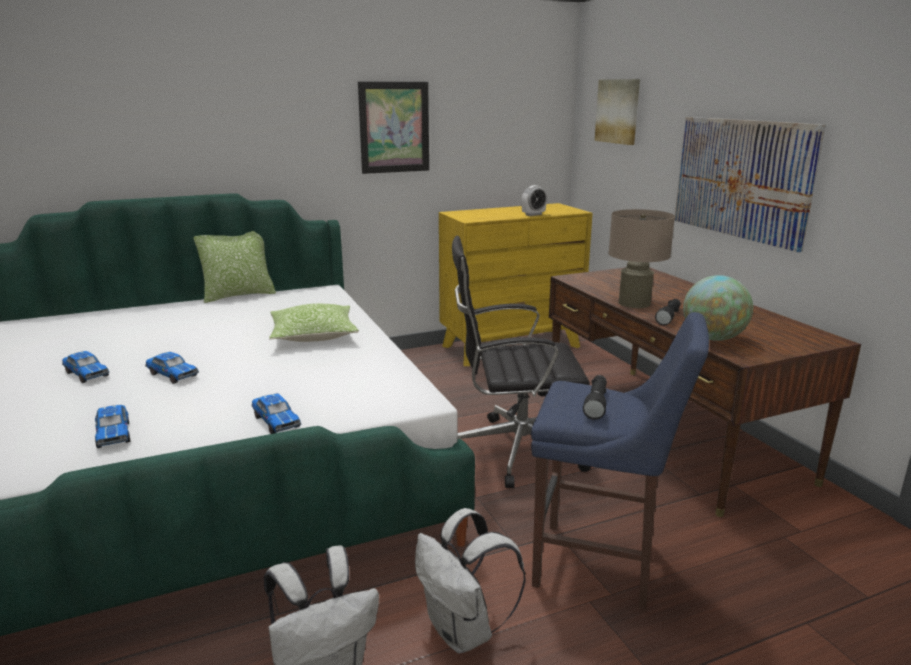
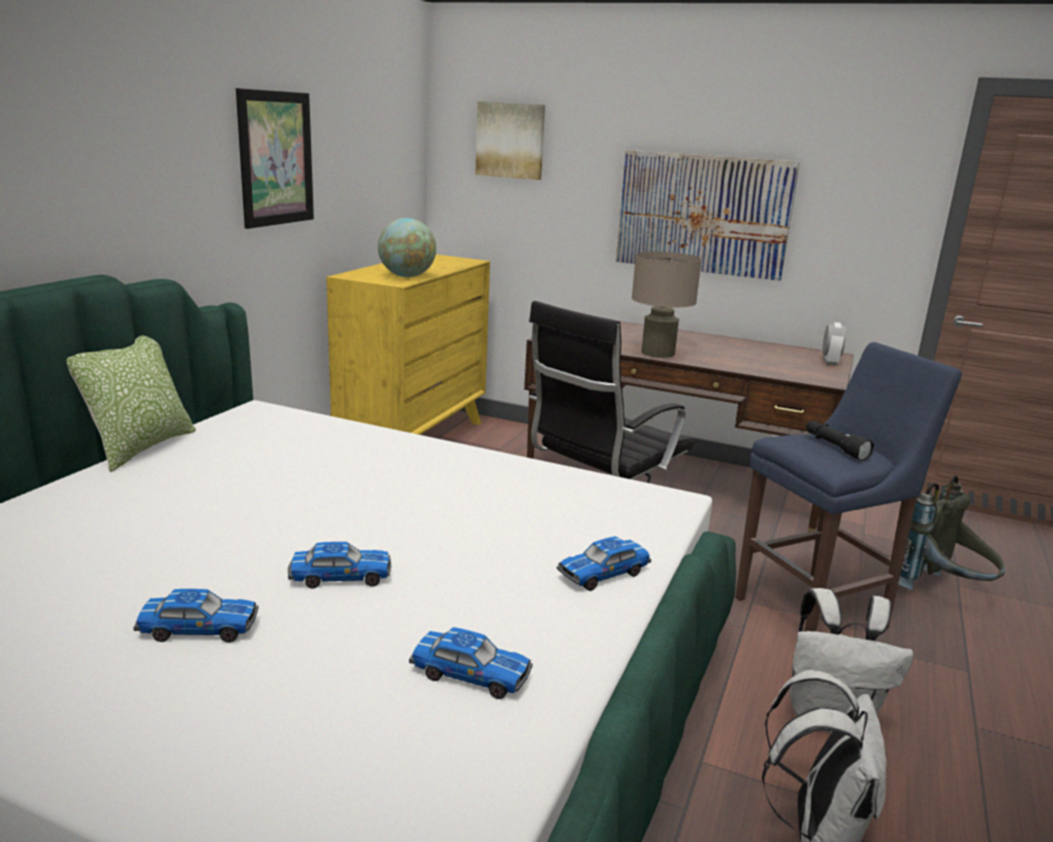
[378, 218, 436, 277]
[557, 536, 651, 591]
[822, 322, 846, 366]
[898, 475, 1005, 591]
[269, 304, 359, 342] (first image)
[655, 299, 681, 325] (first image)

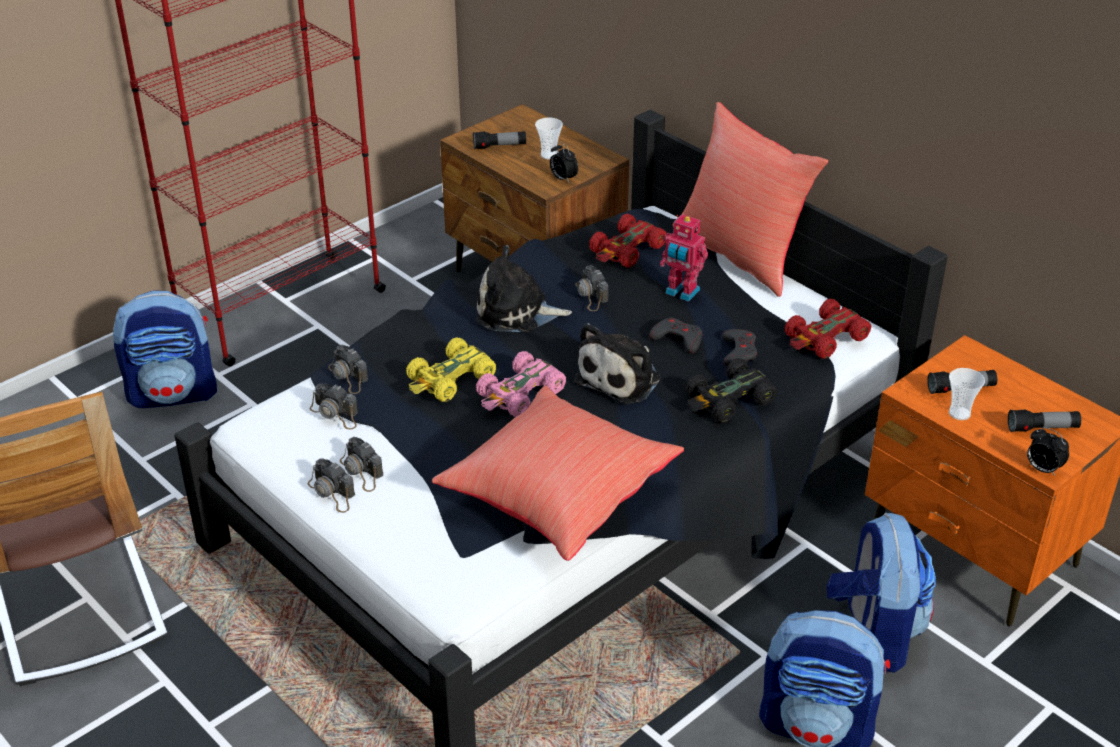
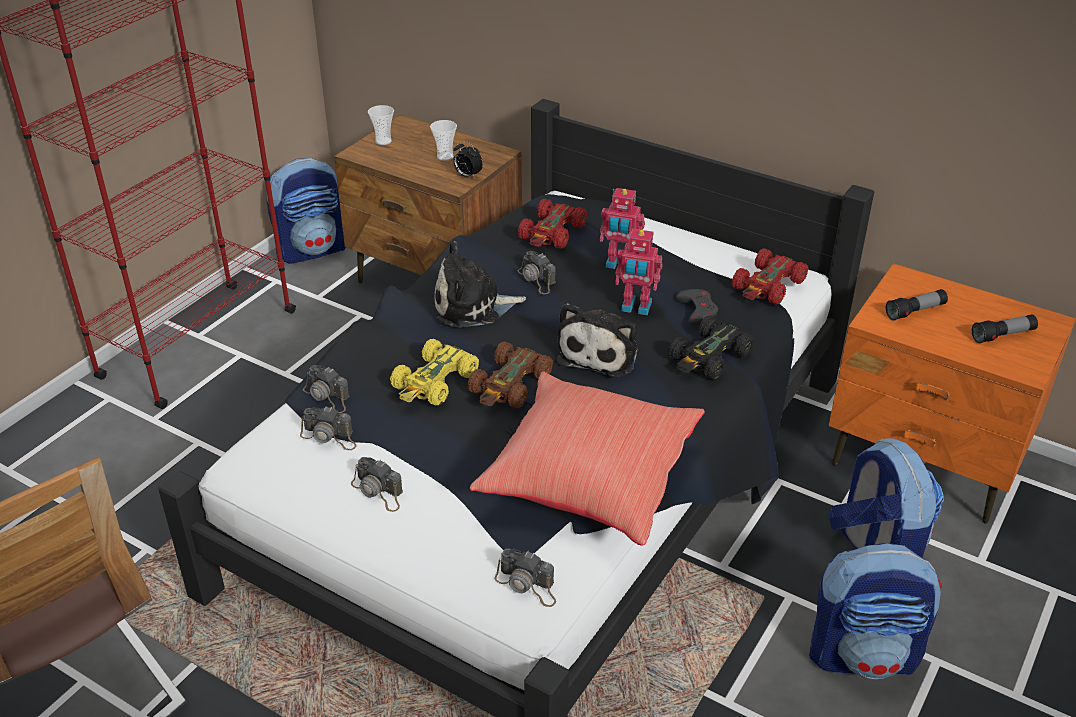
[267, 158, 346, 263]
[368, 105, 394, 145]
[467, 342, 553, 408]
[494, 548, 556, 607]
[615, 229, 663, 315]
[473, 131, 526, 150] (first image)
[673, 102, 828, 297] (first image)
[1027, 427, 1069, 476] (first image)

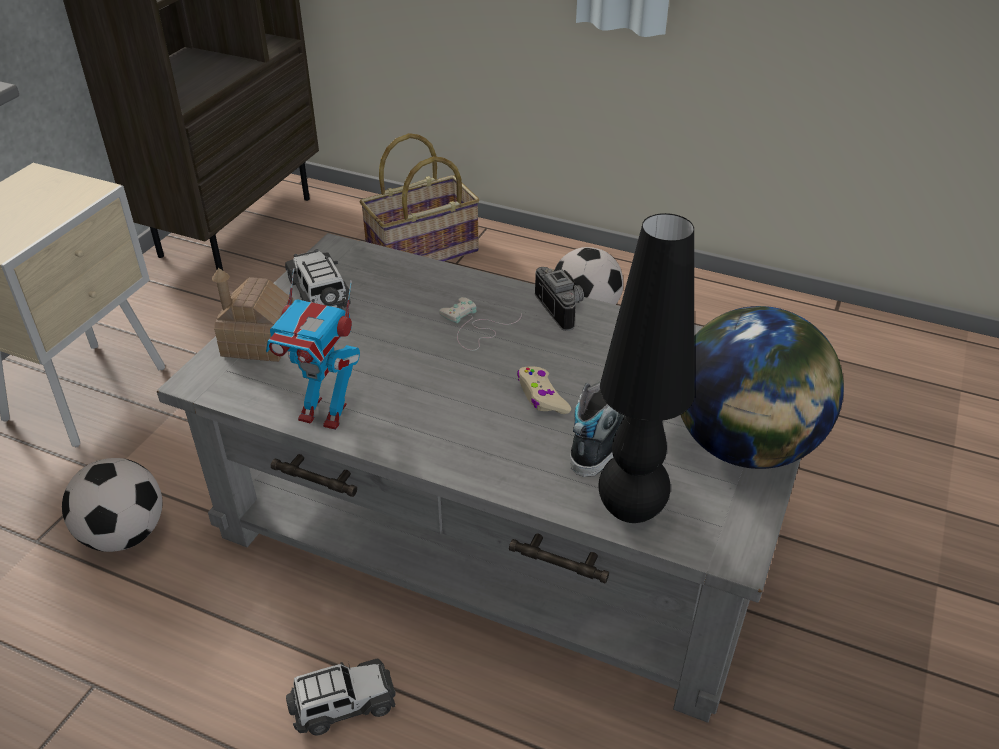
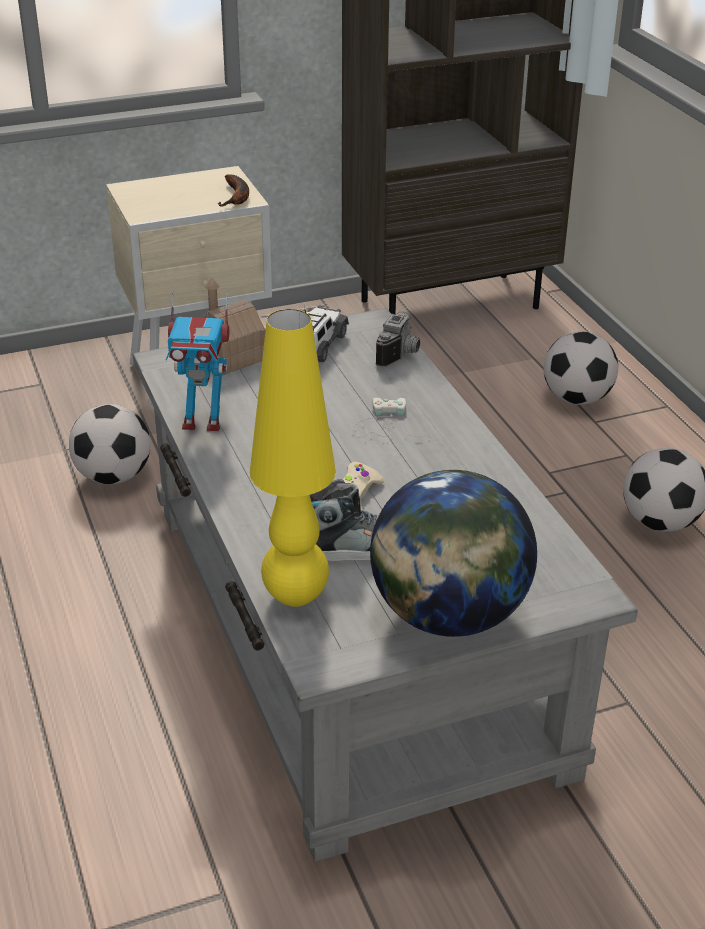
[166, 290, 230, 431]
[218, 174, 249, 207]
[249, 309, 336, 607]
[376, 312, 420, 367]
[544, 331, 618, 405]
[286, 659, 396, 735] (first image)

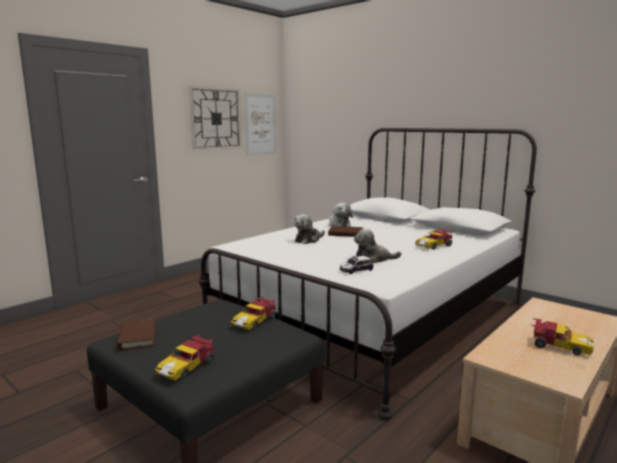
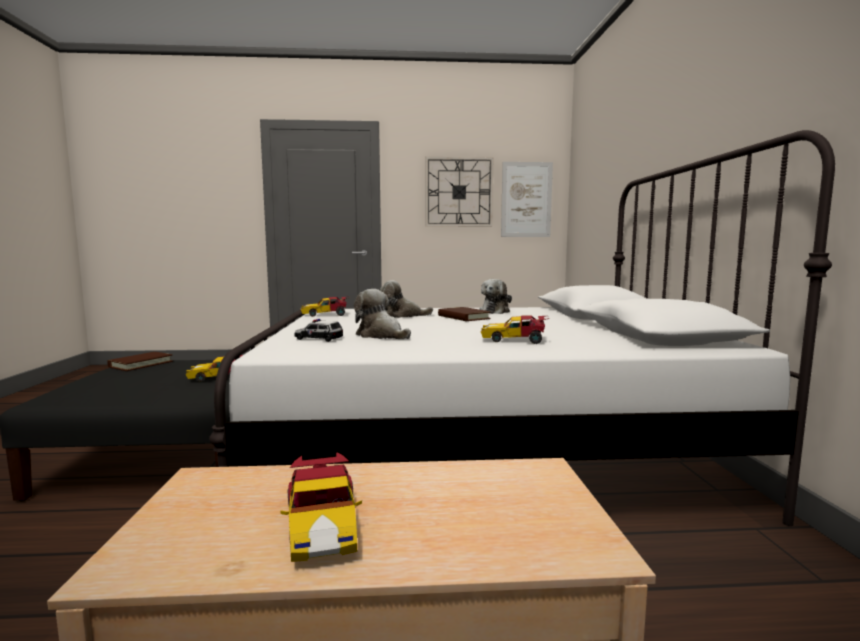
[300, 296, 349, 317]

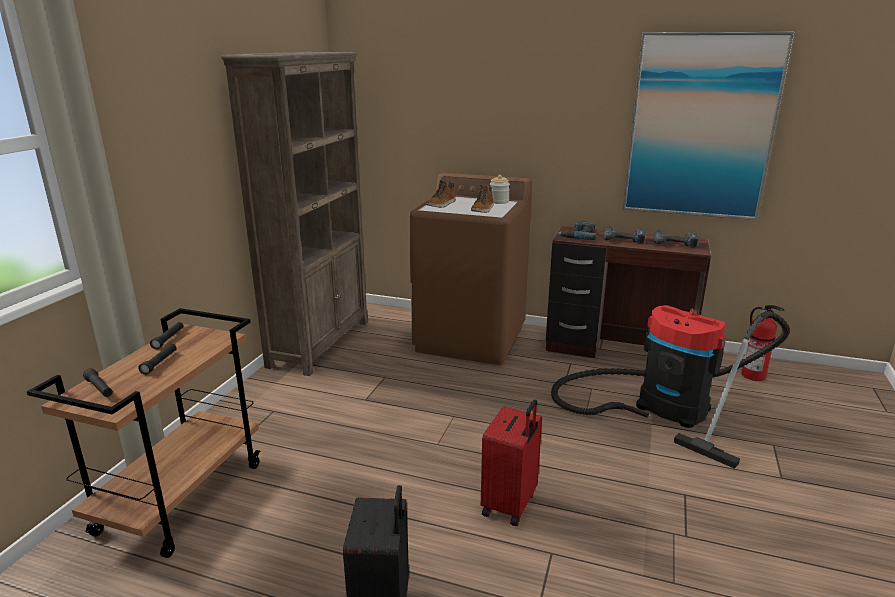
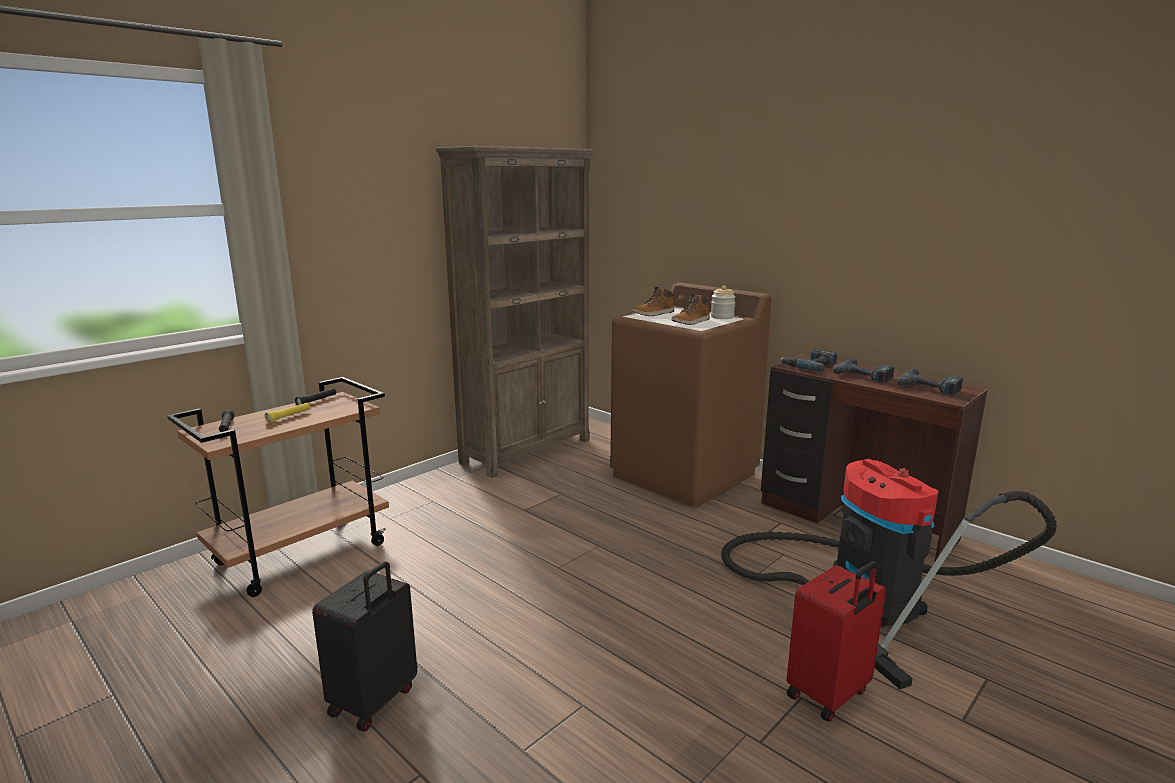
[264, 403, 310, 423]
[786, 561, 886, 722]
[623, 32, 794, 220] (first image)
[741, 305, 784, 381] (first image)

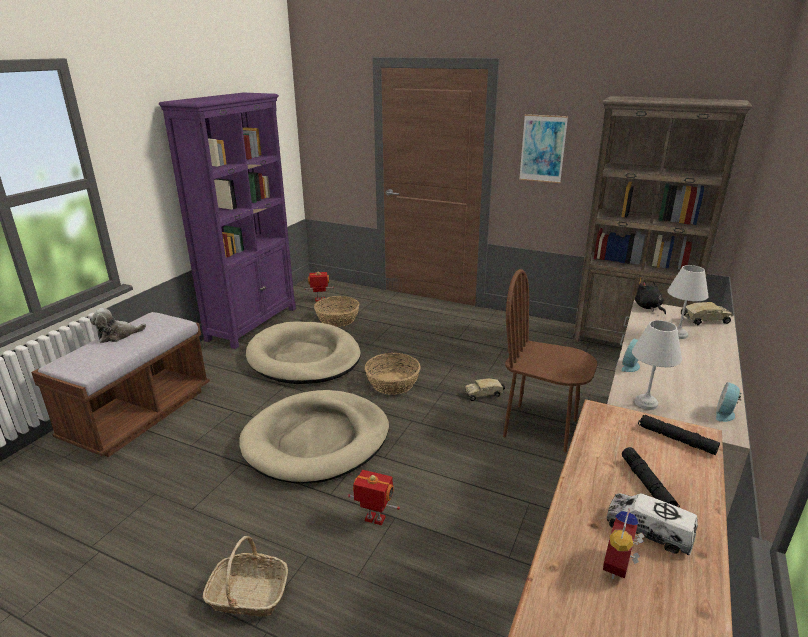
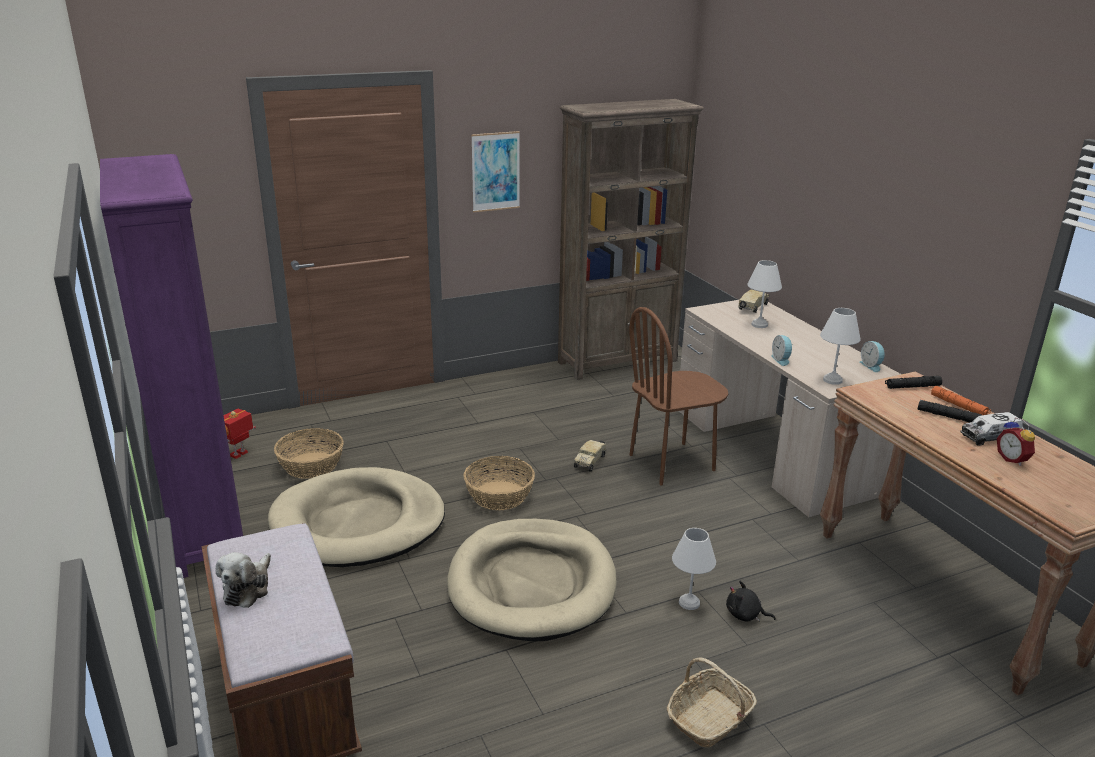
[672, 528, 716, 610]
[726, 581, 776, 622]
[931, 386, 991, 415]

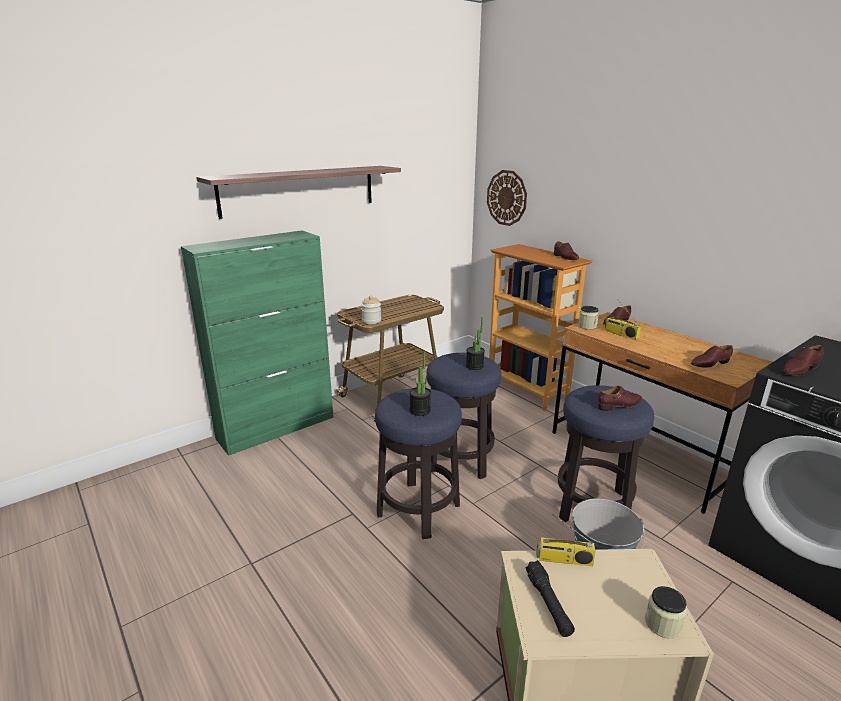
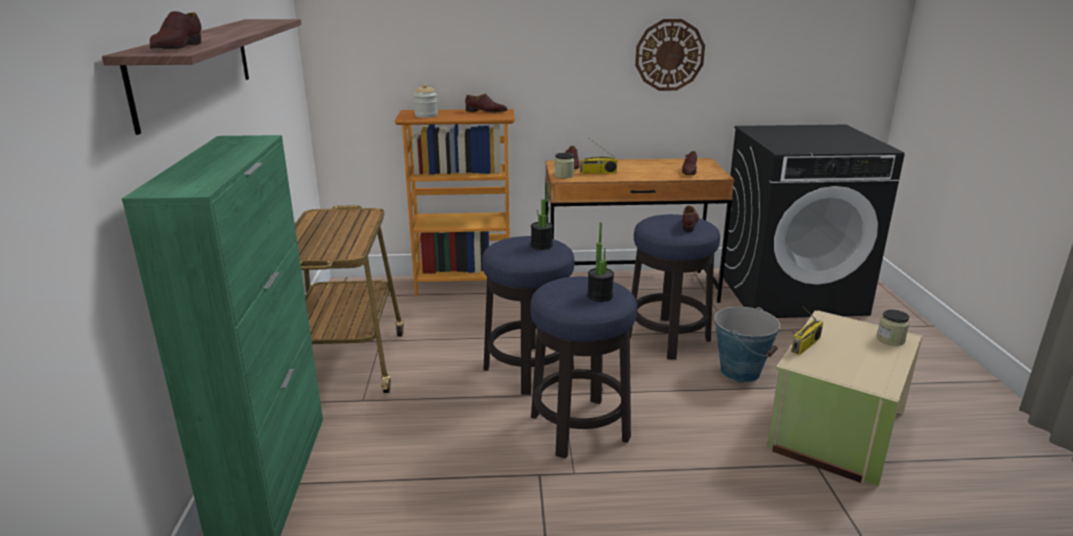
[150, 11, 201, 50]
[413, 84, 438, 118]
[635, 19, 705, 91]
[525, 560, 575, 637] (first image)

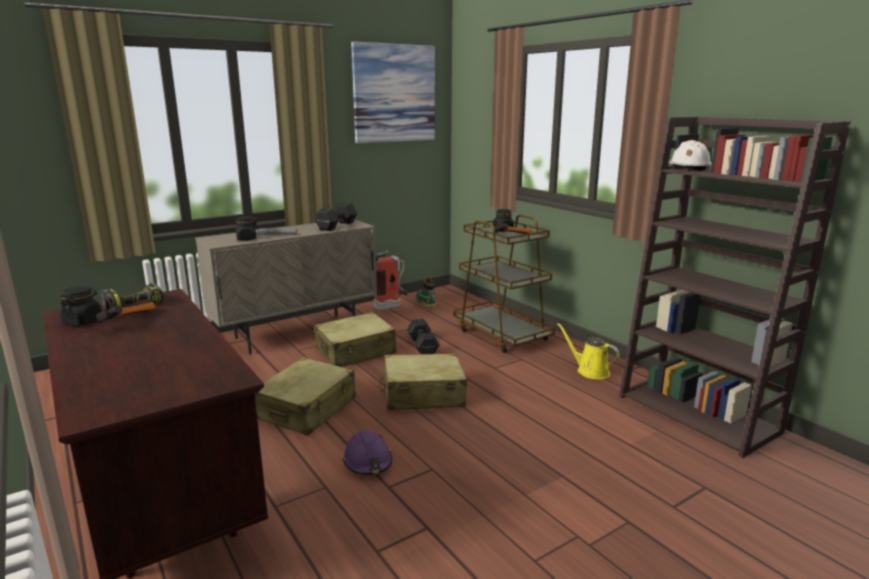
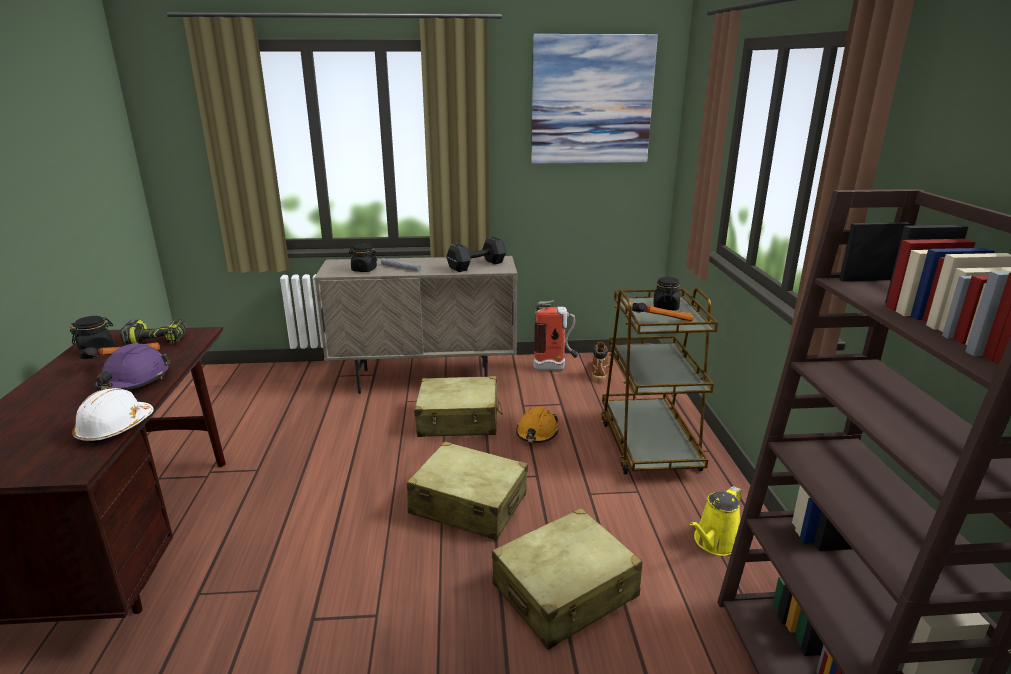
[72, 388, 154, 444]
[94, 343, 170, 390]
[492, 508, 643, 650]
[516, 407, 559, 443]
[592, 342, 610, 382]
[690, 486, 742, 556]

